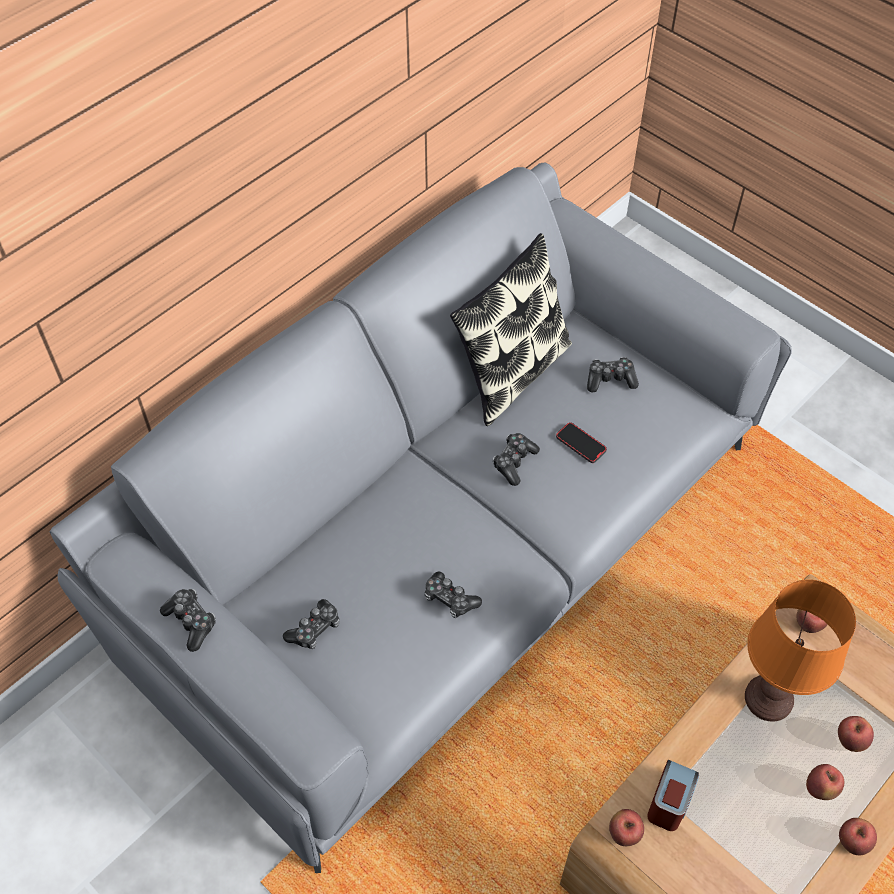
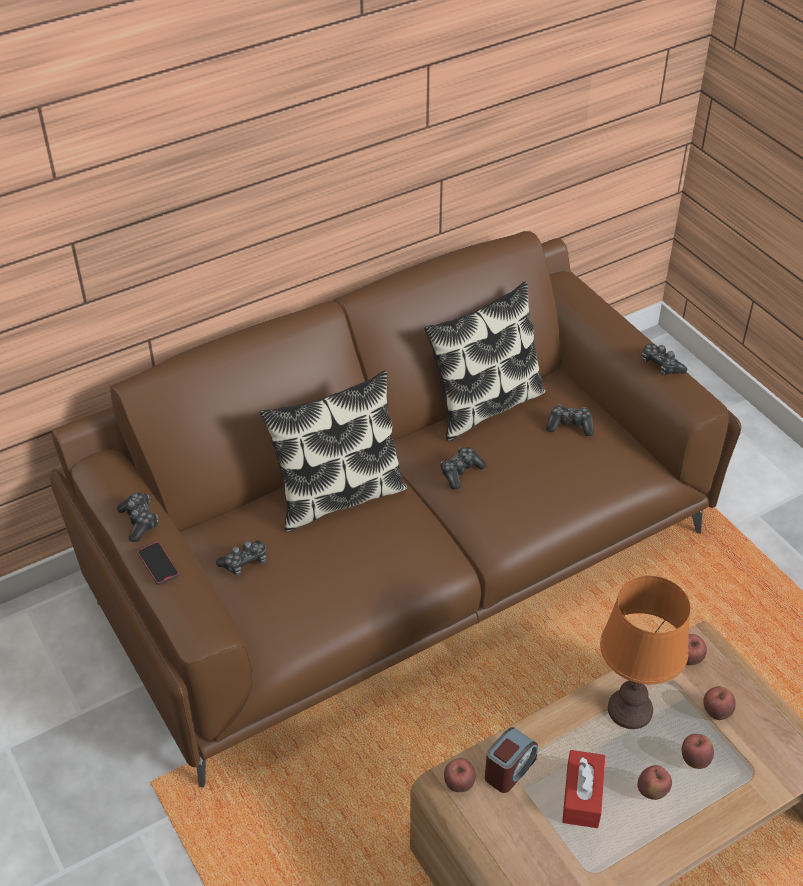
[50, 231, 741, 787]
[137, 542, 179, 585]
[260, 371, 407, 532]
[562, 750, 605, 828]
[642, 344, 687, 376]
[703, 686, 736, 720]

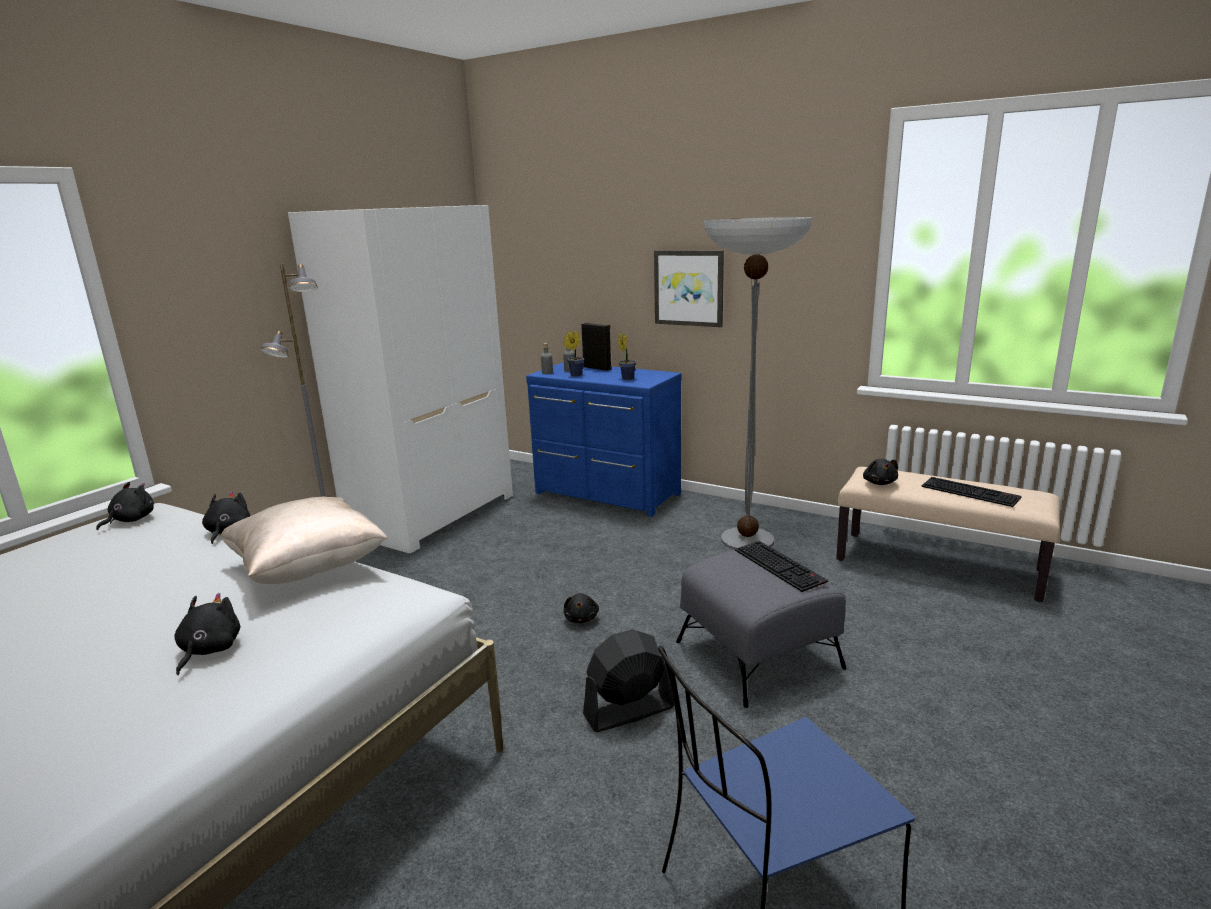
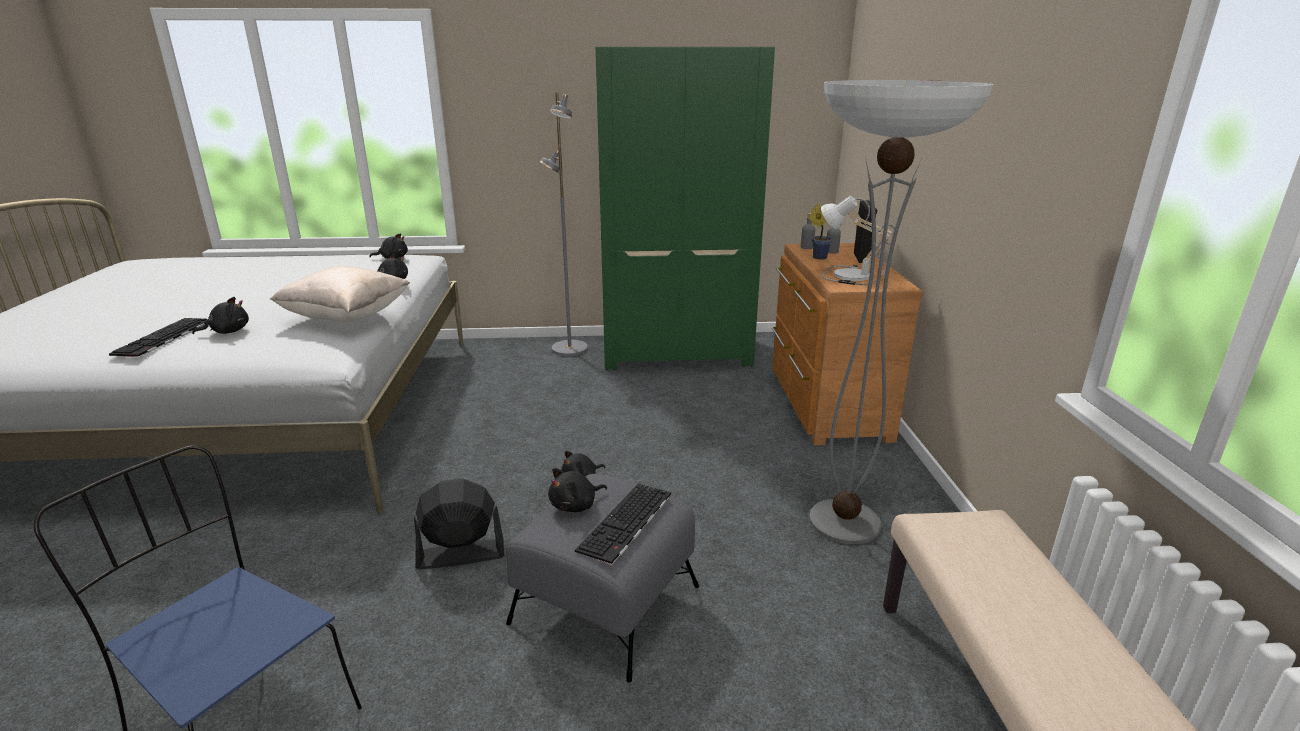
[109, 318, 208, 358]
[414, 478, 504, 570]
[548, 468, 607, 512]
[596, 47, 775, 370]
[772, 243, 923, 445]
[821, 195, 895, 285]
[654, 250, 724, 327] (first image)

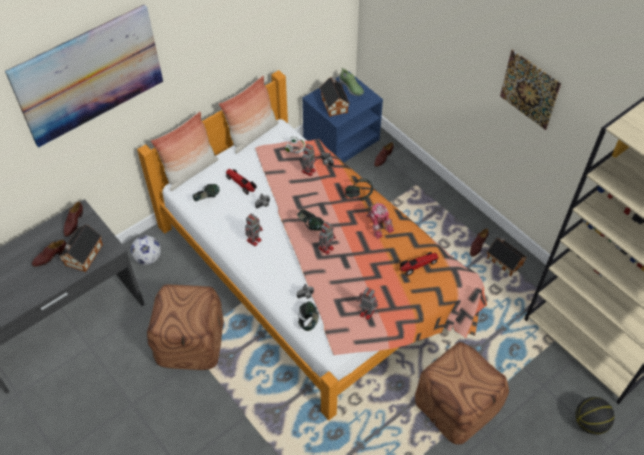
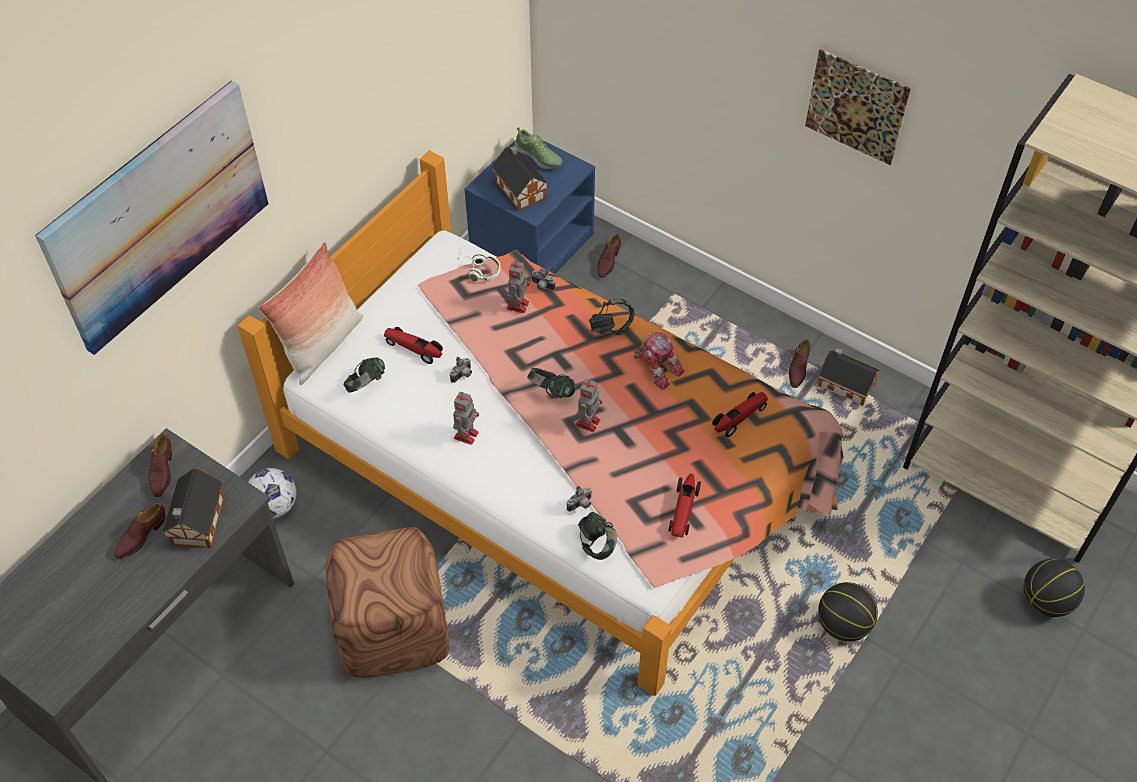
[668, 474, 701, 538]
[818, 582, 878, 642]
[219, 76, 279, 154] (first image)

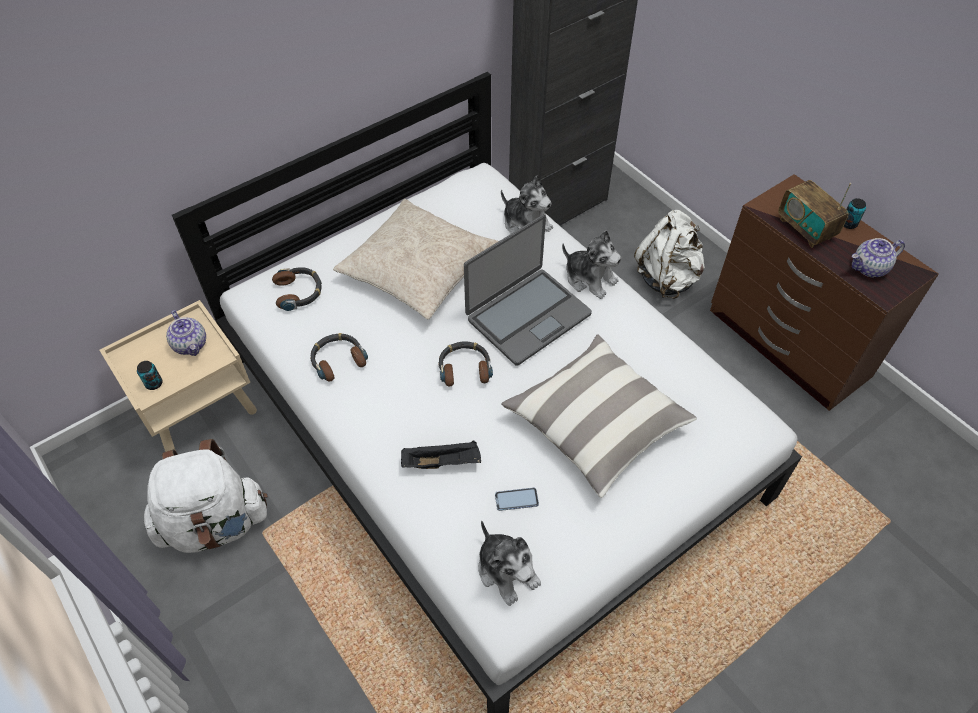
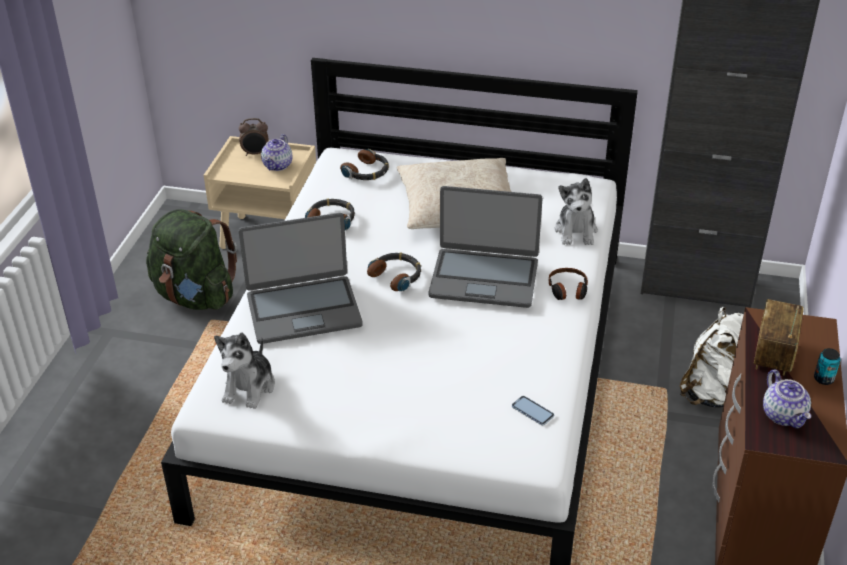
[146, 209, 237, 310]
[239, 118, 269, 156]
[239, 213, 363, 344]
[512, 396, 554, 425]
[549, 268, 588, 300]
[763, 370, 811, 429]
[137, 361, 162, 390] (first image)
[501, 334, 697, 498] (first image)

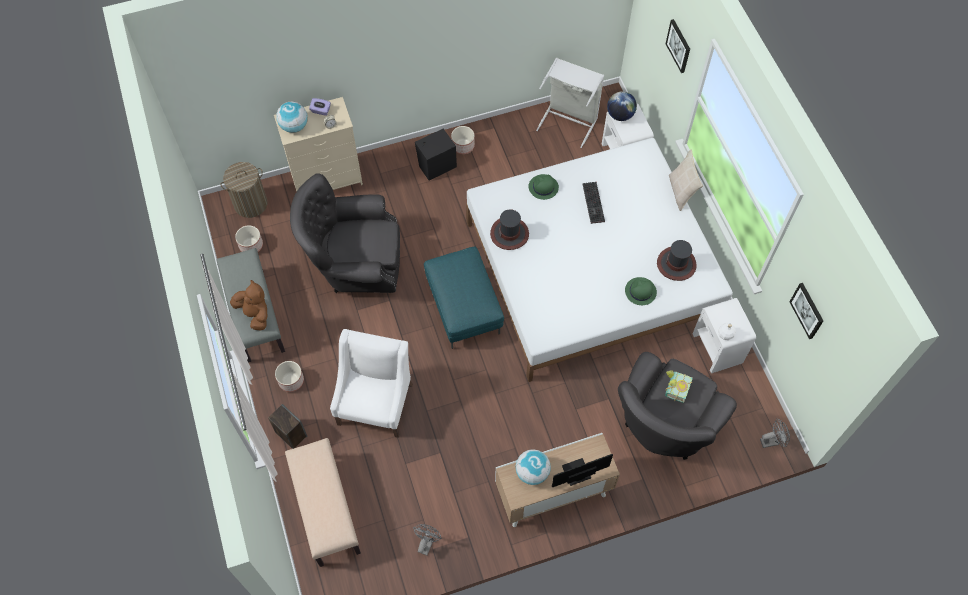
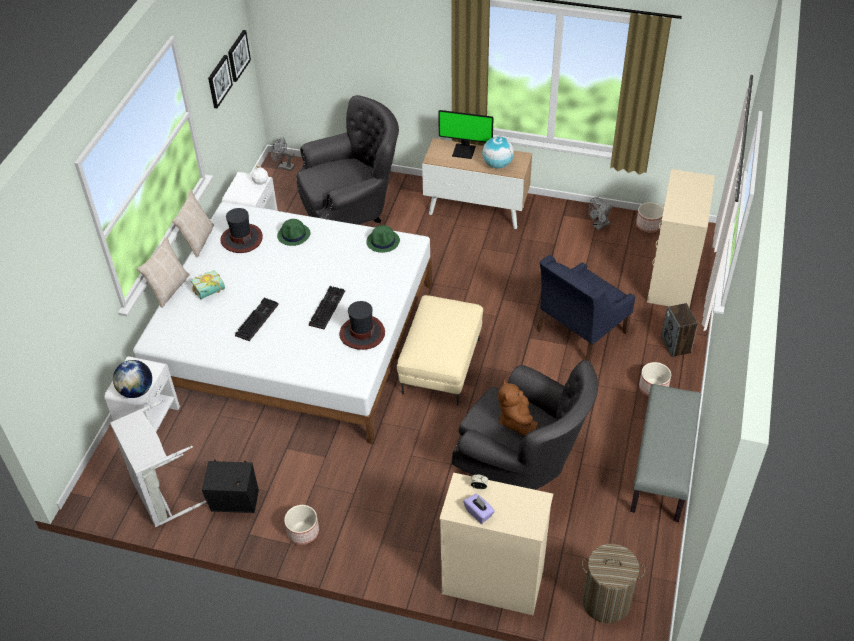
[172, 190, 214, 258]
[191, 270, 225, 299]
[202, 460, 259, 513]
[228, 30, 251, 82]
[309, 286, 345, 329]
[366, 225, 400, 253]
[397, 295, 483, 405]
[498, 379, 538, 436]
[537, 255, 635, 362]
[636, 202, 663, 232]
[647, 169, 715, 307]
[276, 101, 308, 133] (first image)

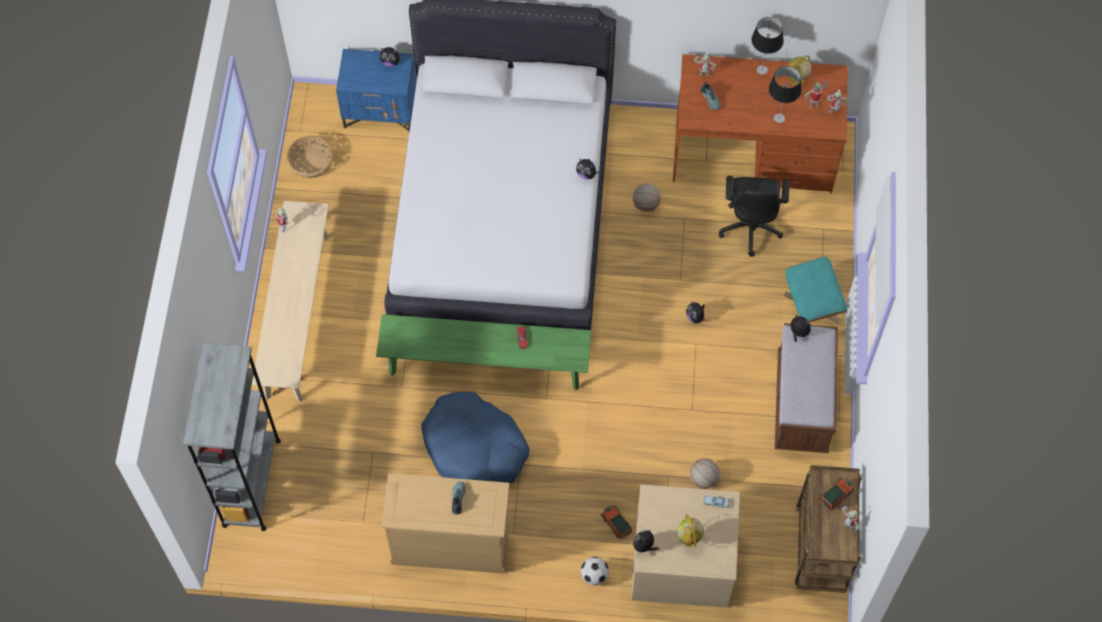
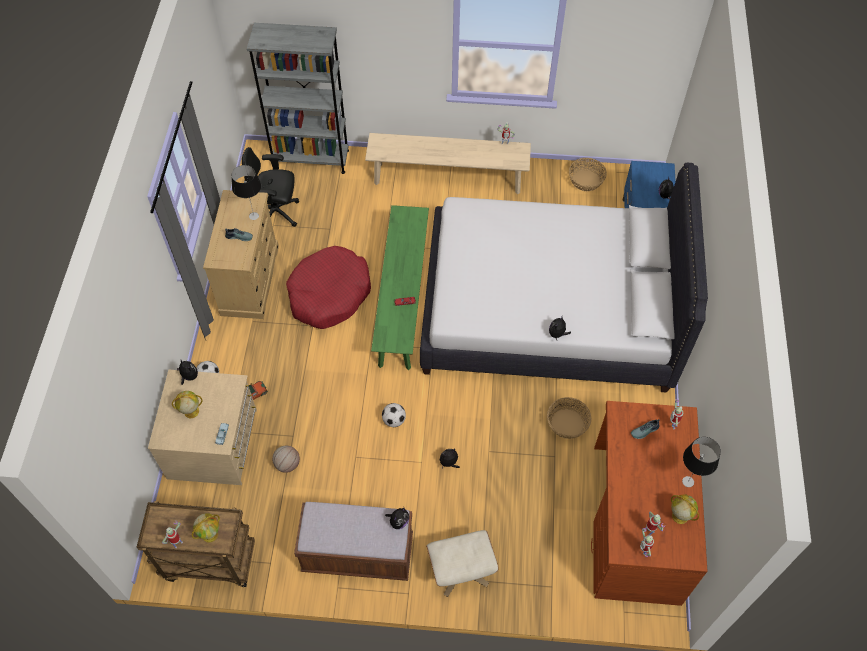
[192, 513, 220, 542]
[232, 165, 261, 220]
[242, 147, 299, 227]
[286, 246, 371, 329]
[382, 403, 406, 427]
[426, 530, 499, 597]
[547, 397, 591, 439]

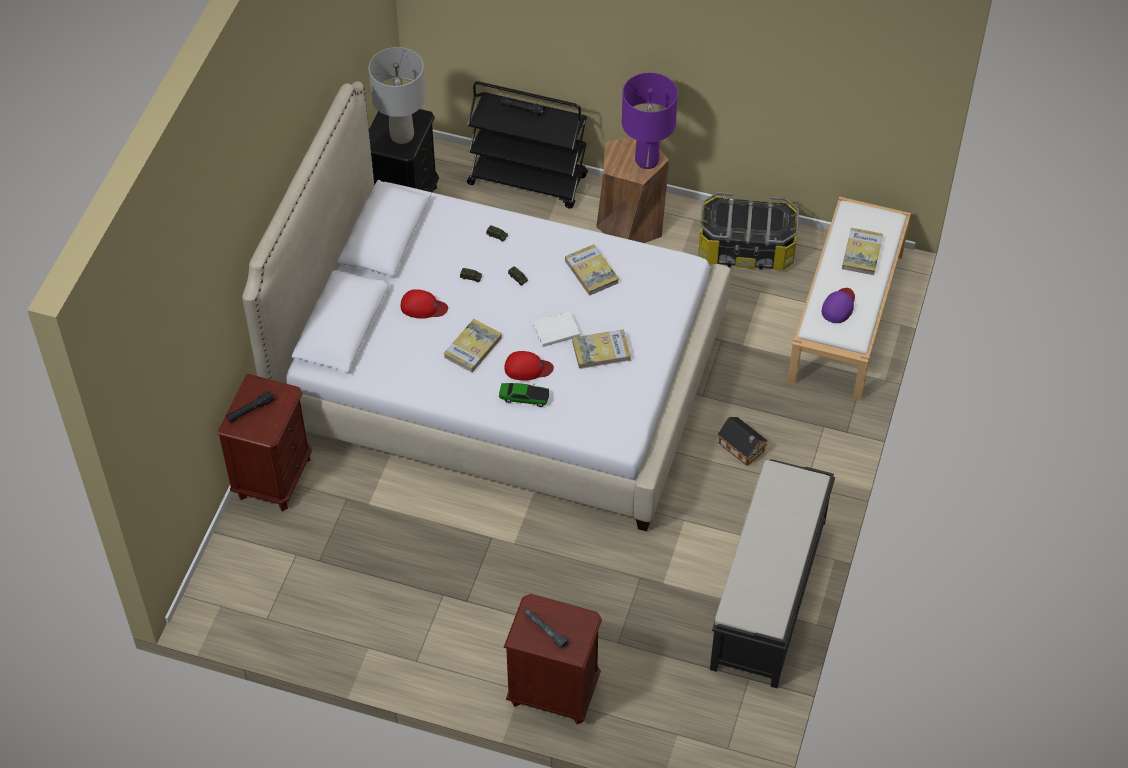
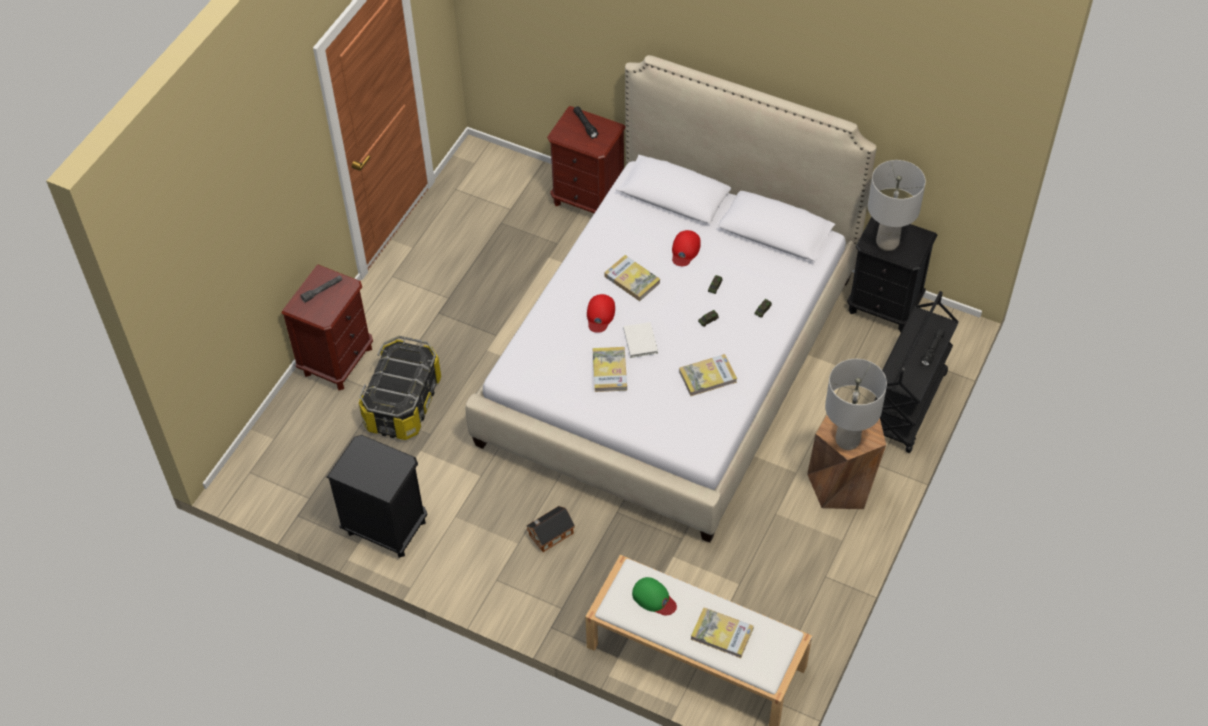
[326, 435, 427, 558]
[359, 336, 441, 440]
[632, 577, 677, 615]
[825, 359, 887, 450]
[499, 383, 549, 407] (first image)

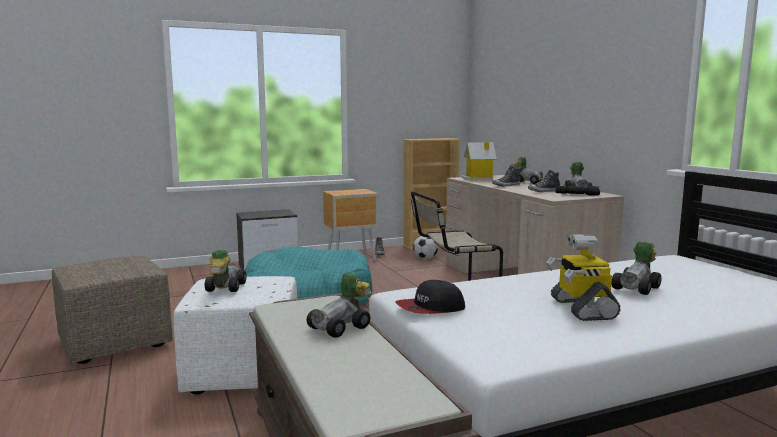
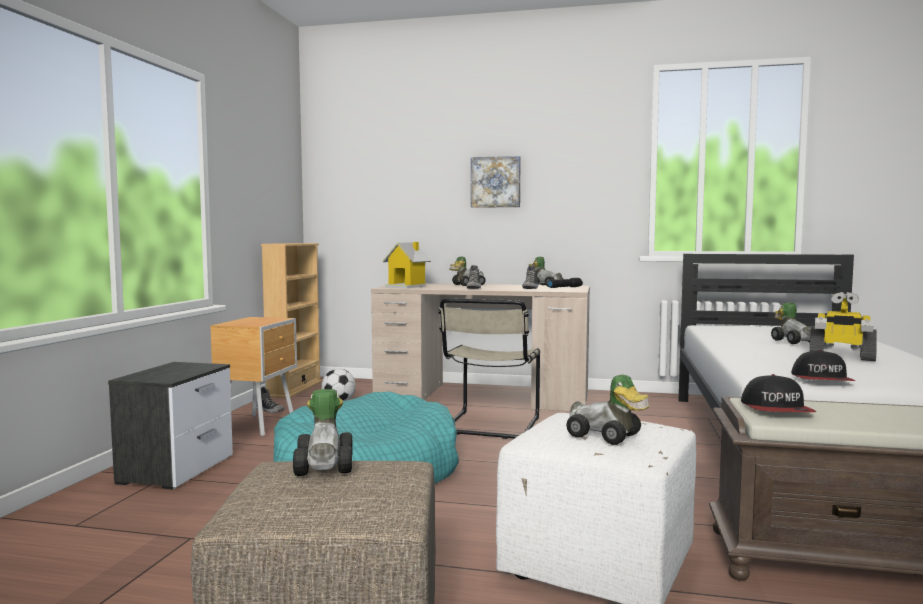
[293, 389, 353, 476]
[471, 156, 521, 208]
[741, 374, 816, 412]

